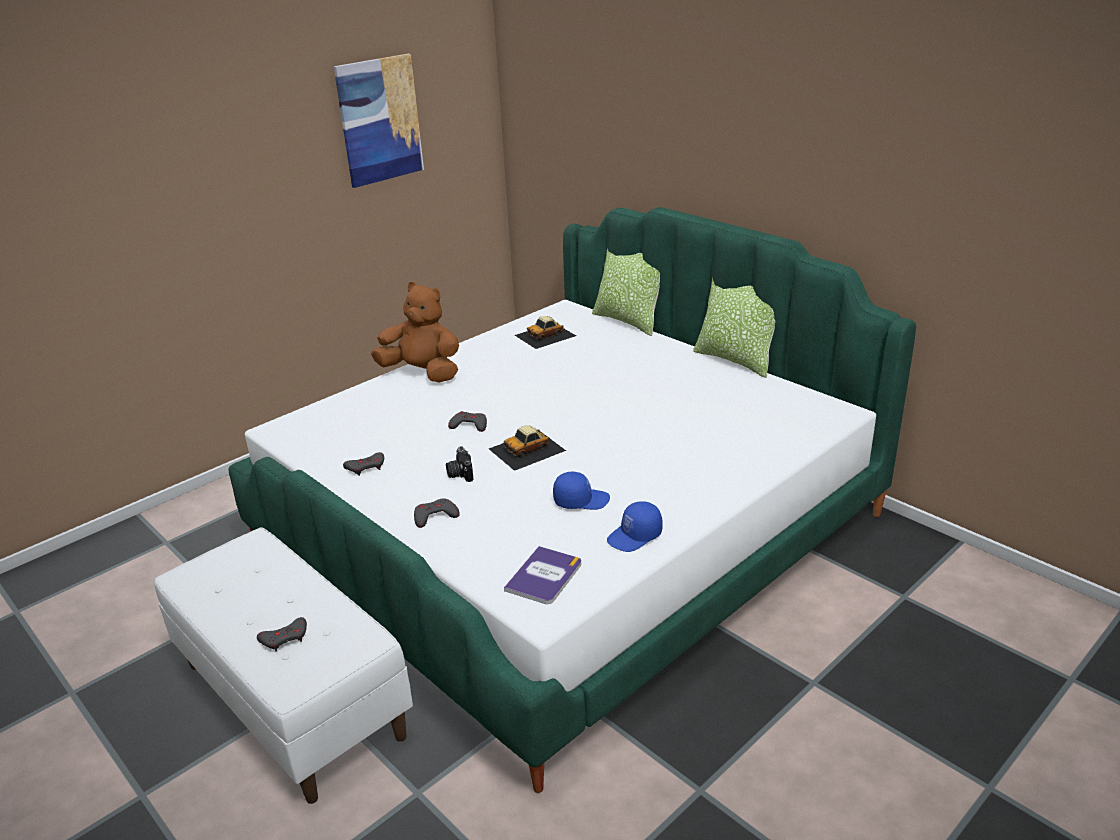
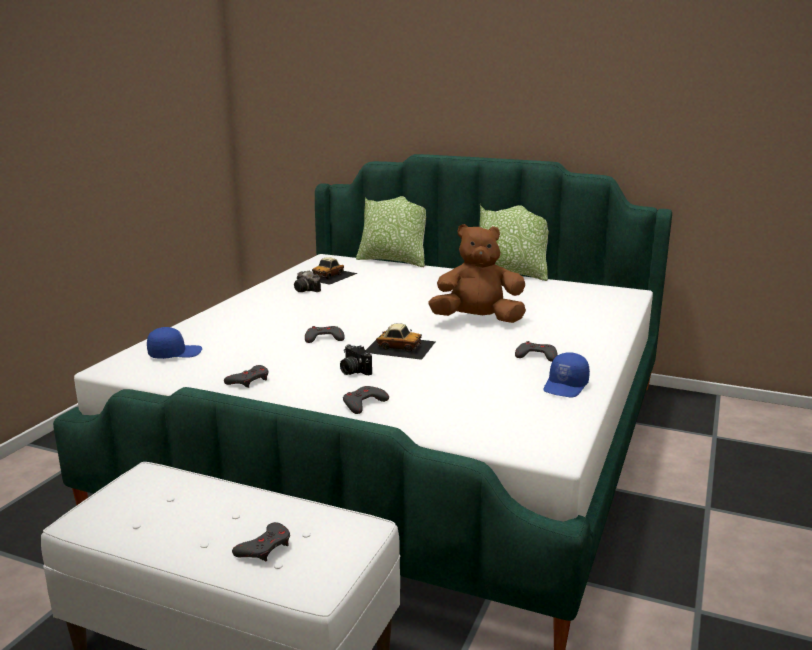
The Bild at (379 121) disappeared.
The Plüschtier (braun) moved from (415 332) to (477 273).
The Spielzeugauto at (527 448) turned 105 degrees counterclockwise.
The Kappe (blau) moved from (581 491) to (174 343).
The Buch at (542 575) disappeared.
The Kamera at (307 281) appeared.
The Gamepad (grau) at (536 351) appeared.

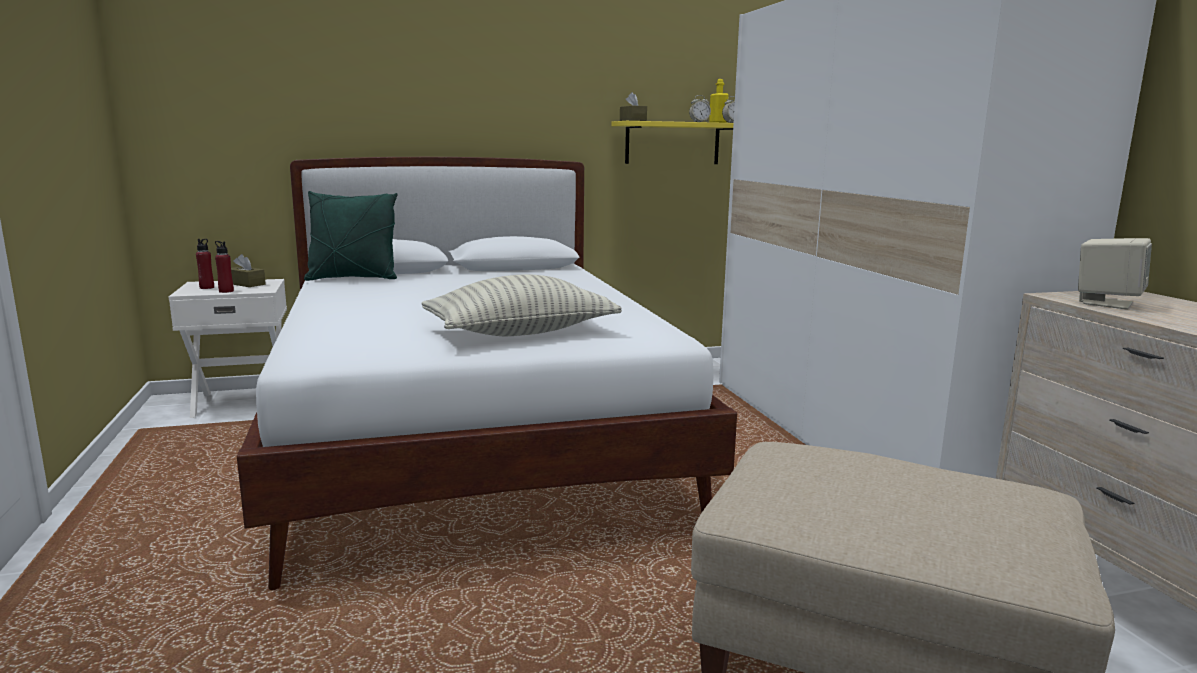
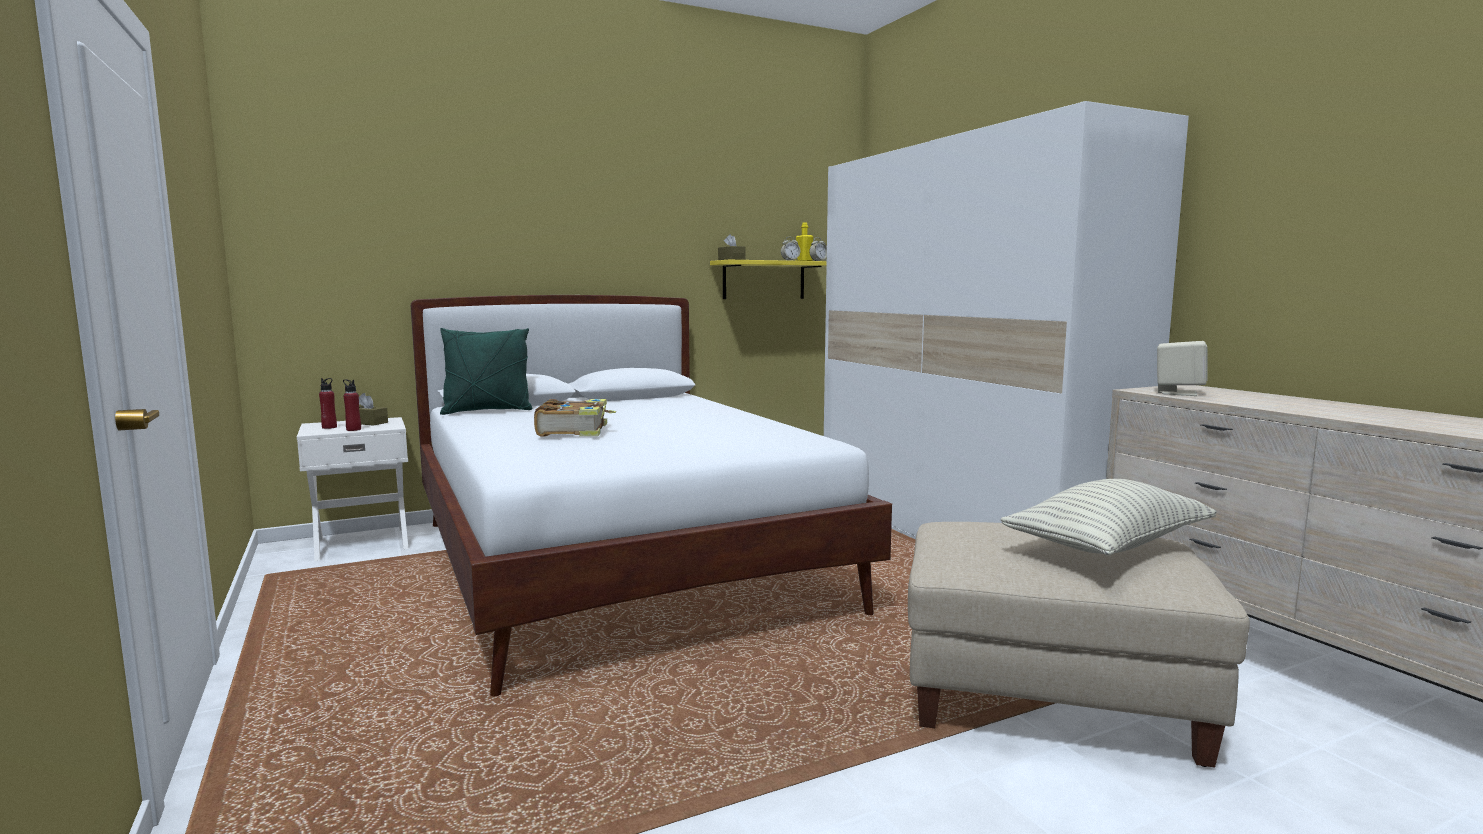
The Kissen moved from (521 305) to (1108 517).
The Buch at (575 418) appeared.

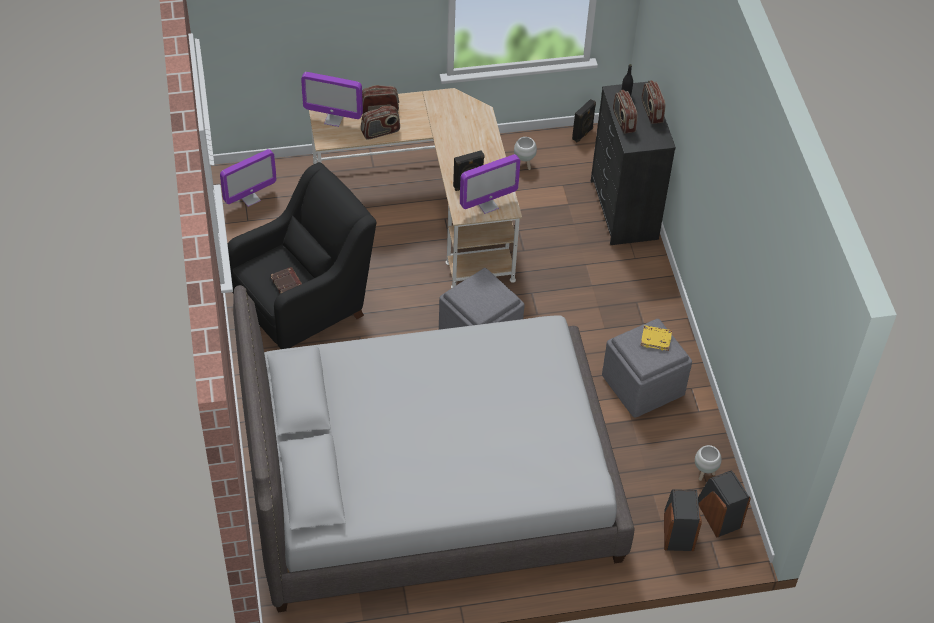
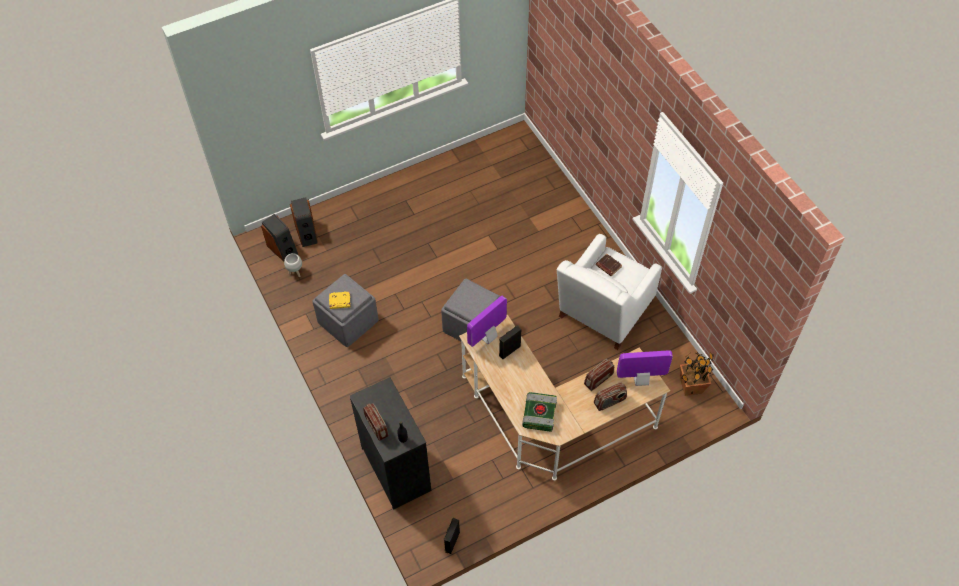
The Radio at (625 112) disappeared.
The Pflanzkübel (weiß) at (525 153) disappeared.
The Monitor at (248 178) was replaced by the Topfpflanze at (697 374).
The Sessel (schwarz) at (302 255) became the Sessel (weiß) at (609 292).
The Bett (grau) at (433 448) disappeared.
The Buch at (539 412) appeared.

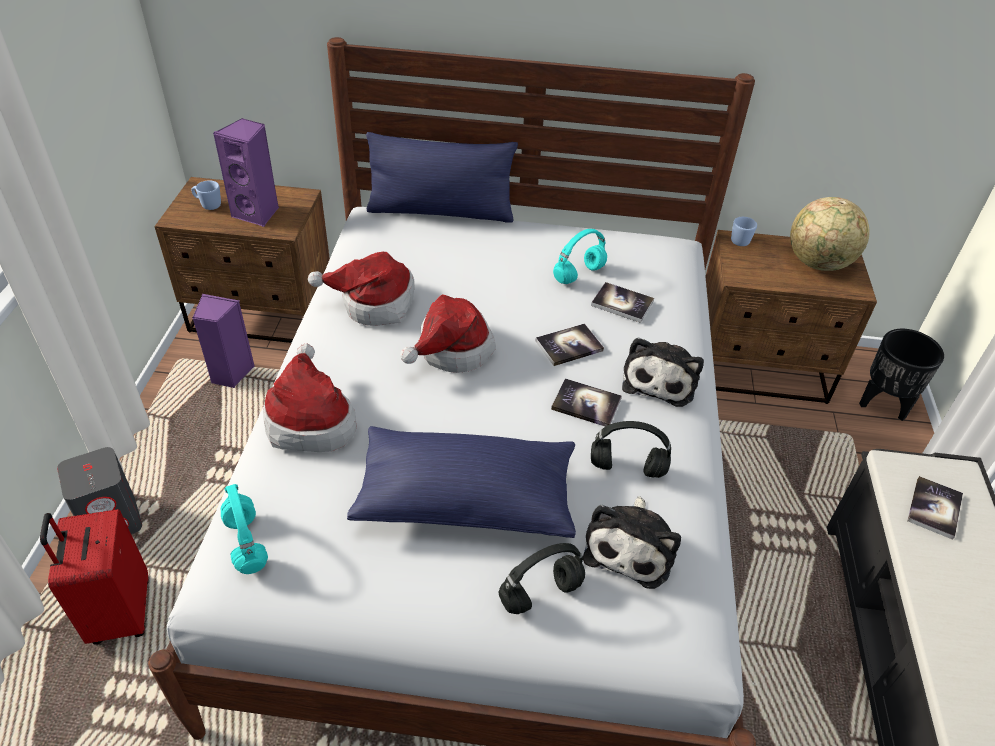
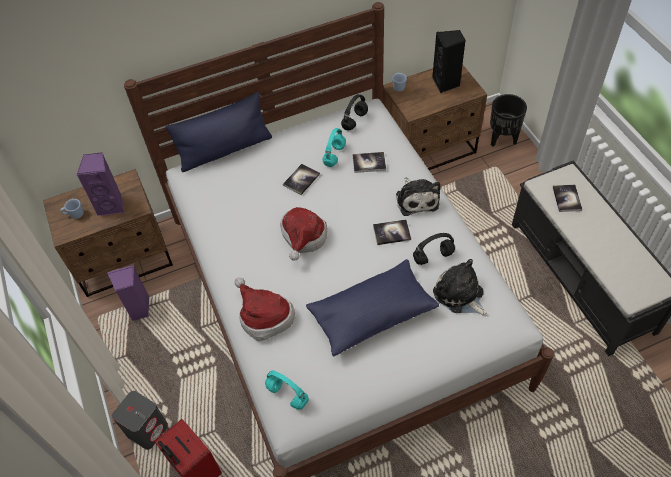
The Globus at (830 234) was replaced by the Lautsprecher (schwarz) at (449 61).
The Hut at (361 289) disappeared.
The Buch moved from (570 344) to (301 179).
The Plüschtier at (632 542) turned 150 degrees clockwise.
The Kopfhörer (schwarz) moved from (541 578) to (354 112).

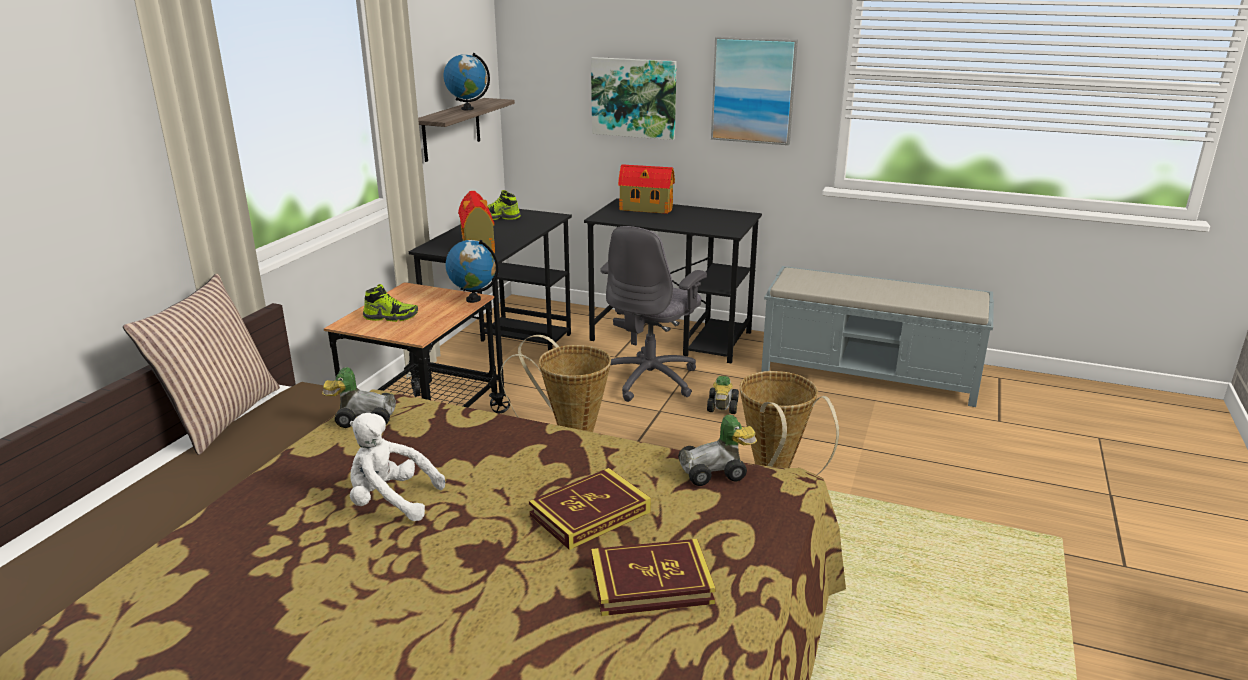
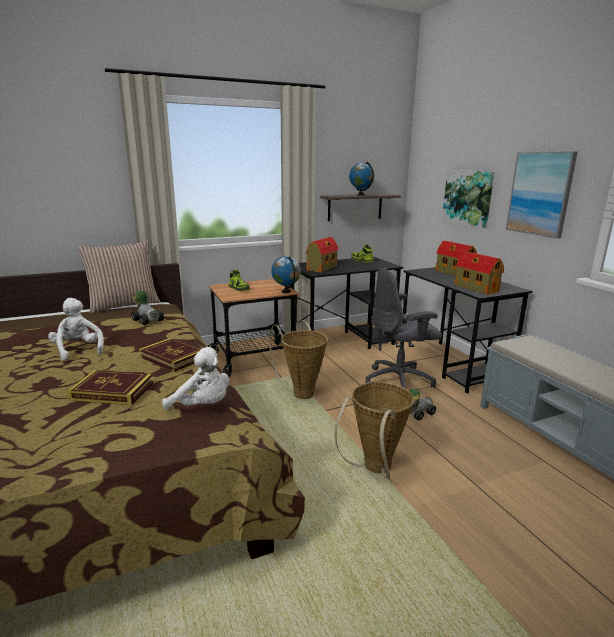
The Spielzeugauto at (717 450) was replaced by the Plüschtier (weiß) at (195 378).
The Buch moved from (653 577) to (170 355).
The Spielzeughaus at (479 272) appeared.

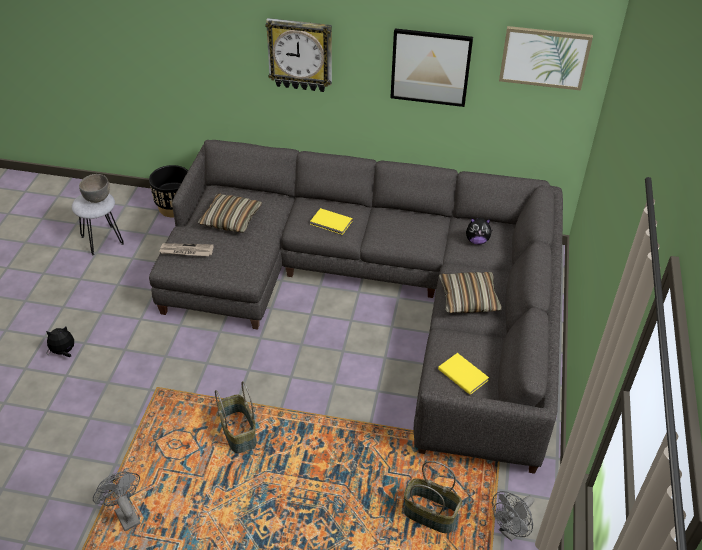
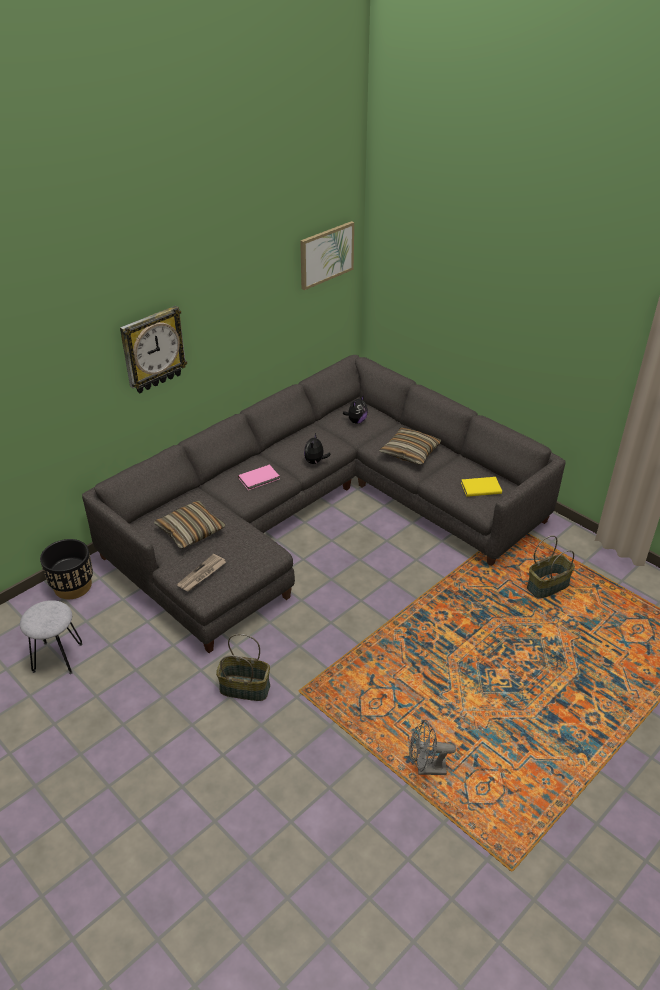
The Bild at (431 67) disappeared.
The Schüssel (grau) at (94 188) disappeared.
The Buch (gelb) at (331 221) became the Buch (rosa) at (258 477).
The Plüschtier moved from (60 342) to (317 449).
The Korb moved from (235 417) to (243 667).
The Ventilator (grau) at (513 516) disappeared.

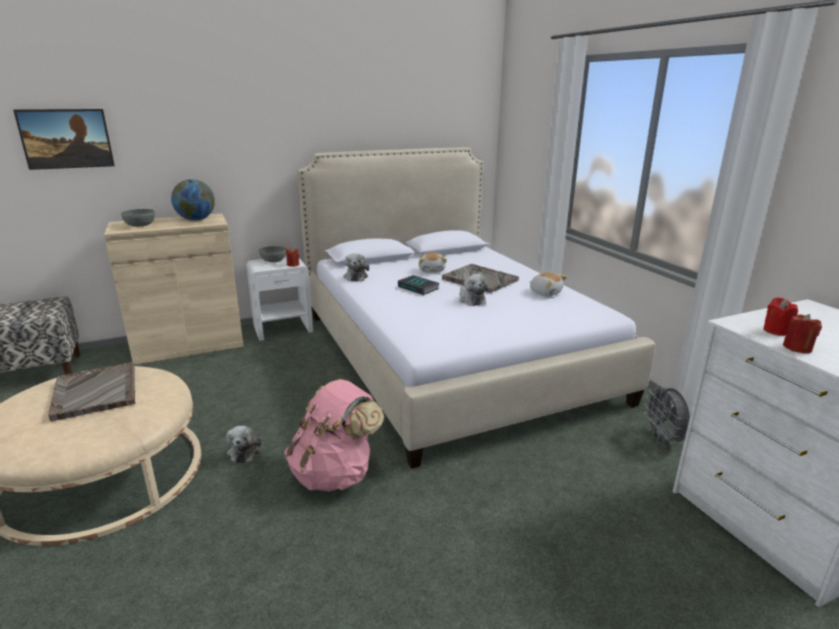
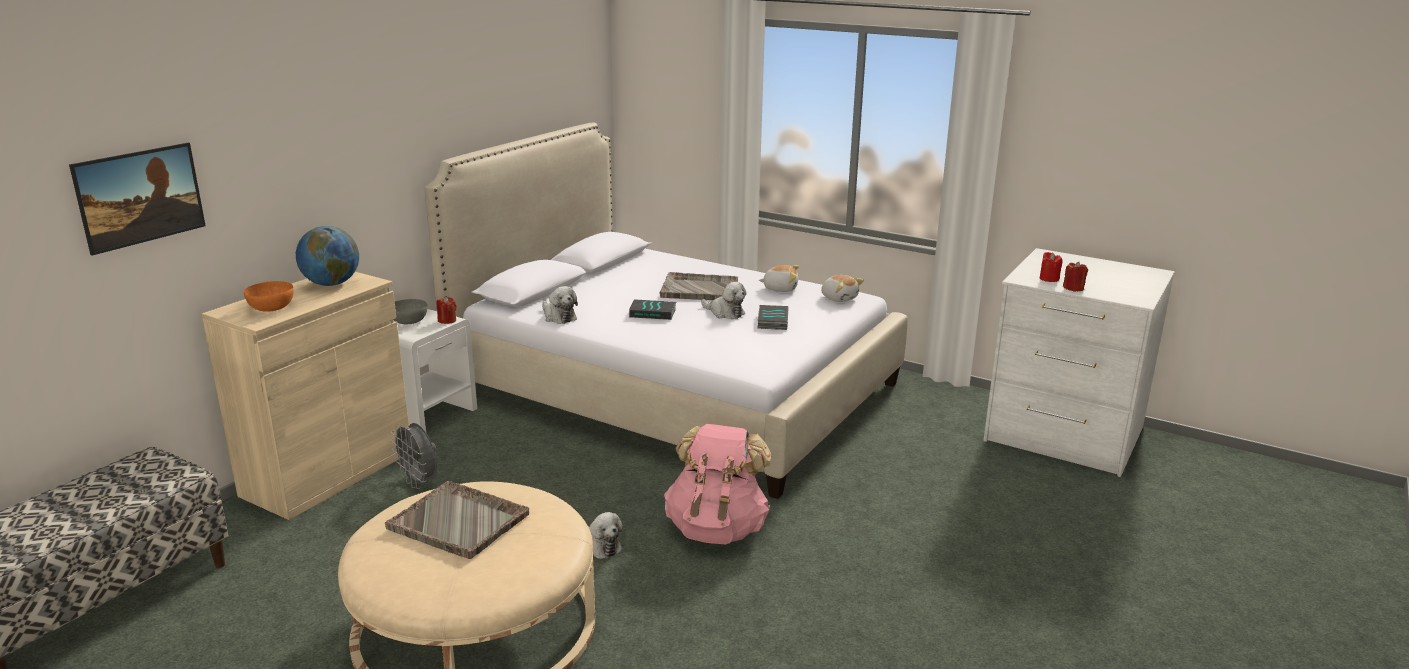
The Schüssel (grau) at (138 218) became the Schüssel (orange) at (269 296).
The Plüschtier moved from (432 263) to (842 288).
The Ventilator (grau) moved from (667 415) to (413 456).
The Buch at (773 317) appeared.

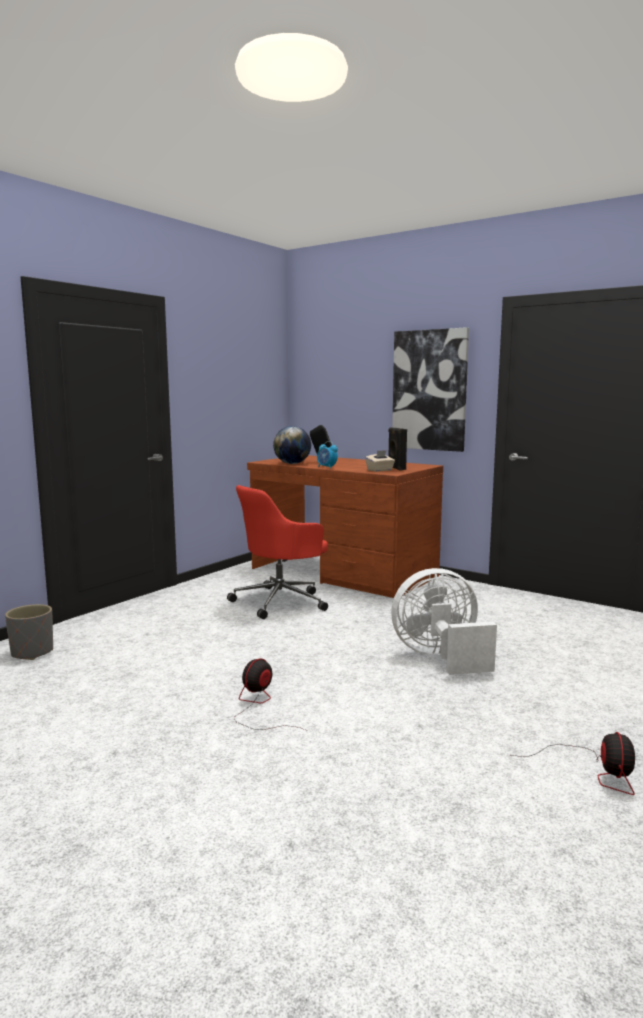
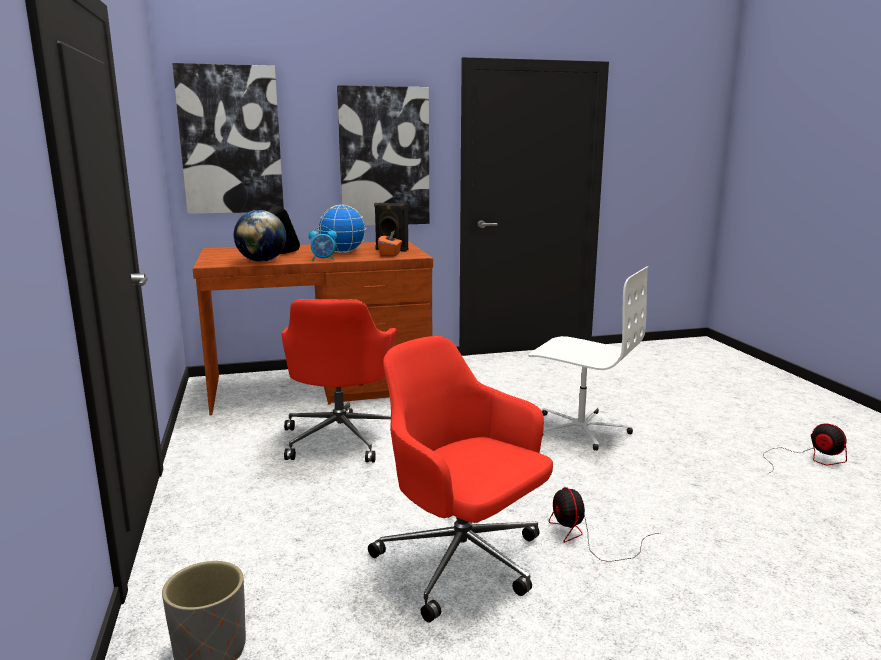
The Taschentuchbox (beige) at (380 461) became the Taschentuchbox (orange) at (390 243).
The Ventilator (weiß) at (444 621) was replaced by the Bürostuhl (weiß) at (588 358).
The Bild at (228 138) appeared.
The Globus at (342 229) appeared.
The Bürostuhl (rot) at (460 479) appeared.

